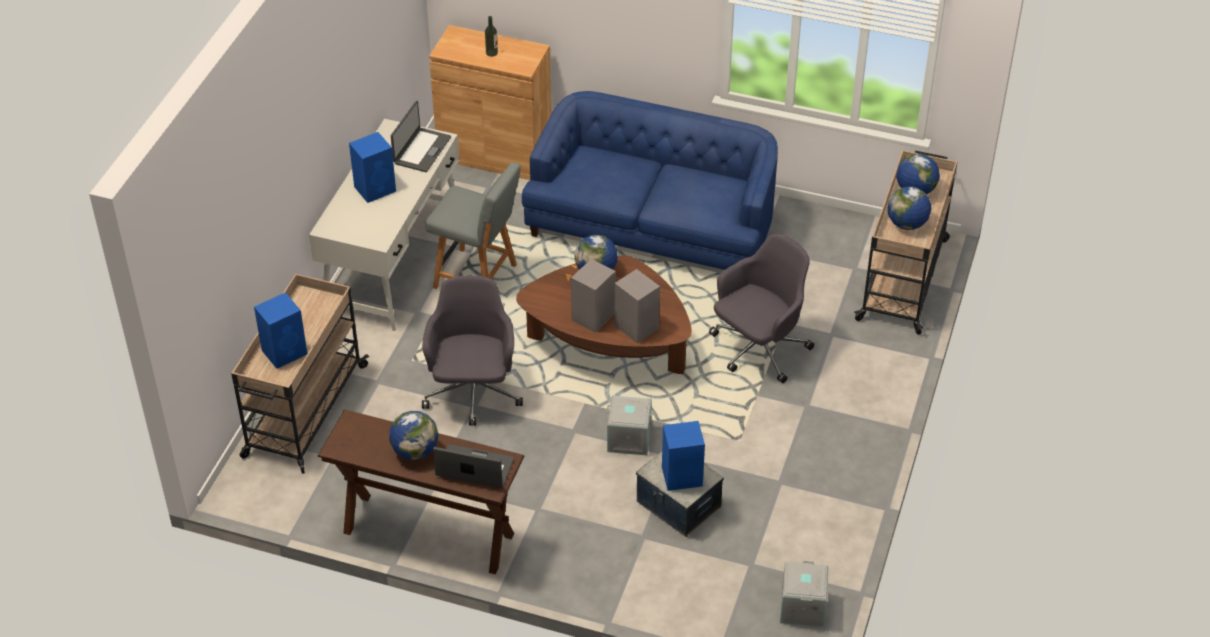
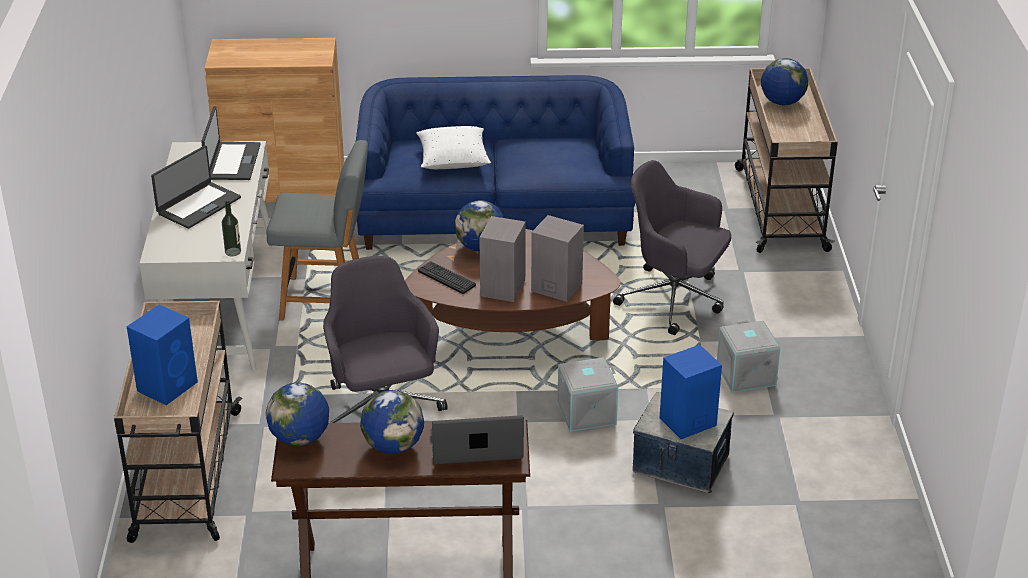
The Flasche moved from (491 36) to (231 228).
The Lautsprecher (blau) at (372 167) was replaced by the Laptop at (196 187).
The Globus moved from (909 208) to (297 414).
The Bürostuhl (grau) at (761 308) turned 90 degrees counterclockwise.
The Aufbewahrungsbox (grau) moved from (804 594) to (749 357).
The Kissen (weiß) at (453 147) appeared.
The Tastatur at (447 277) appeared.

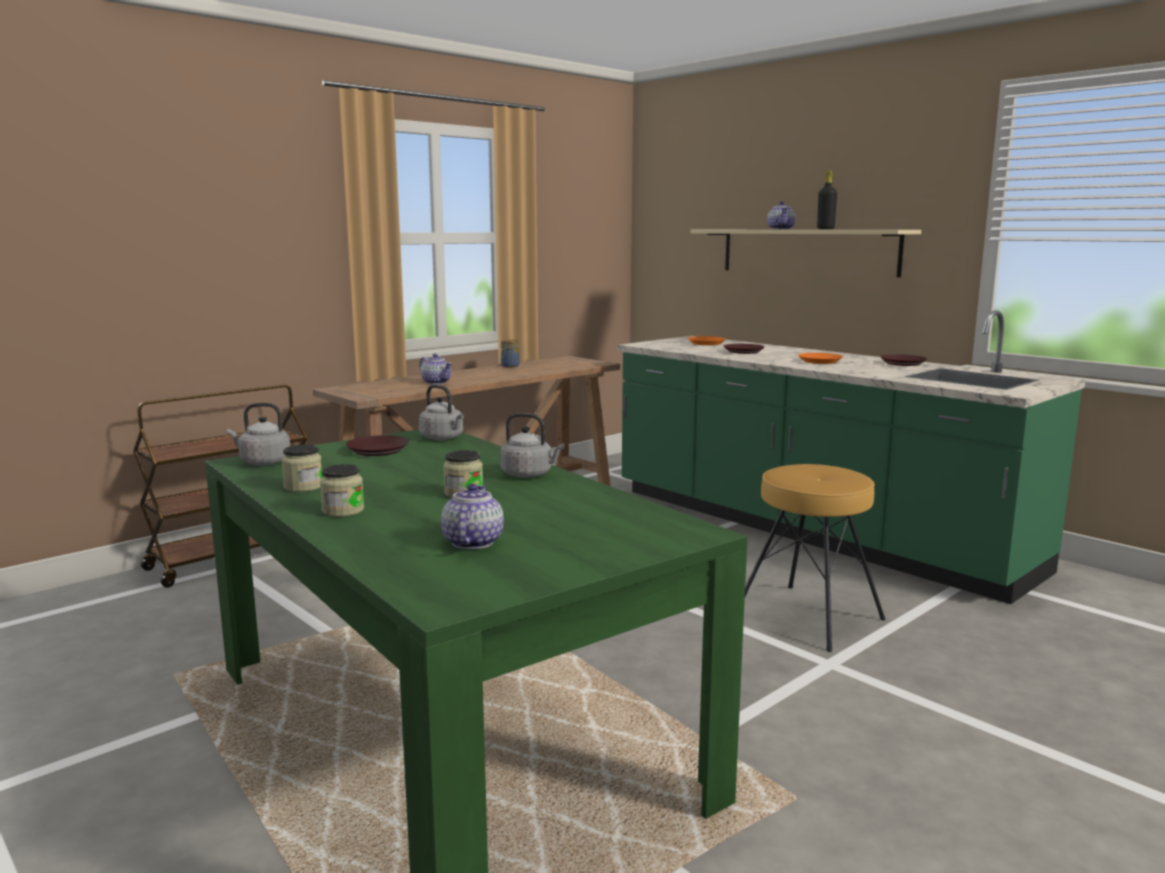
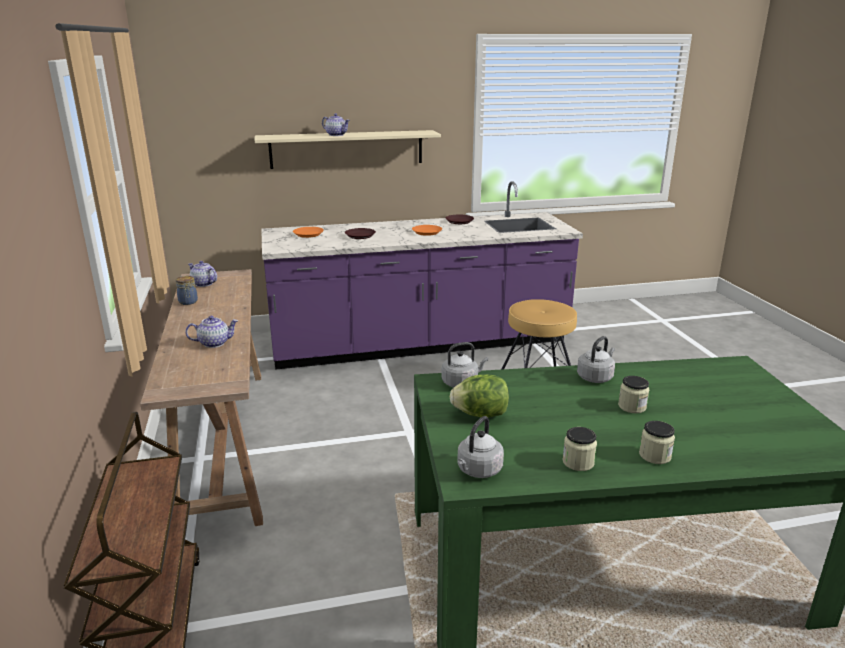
The Flasche (schwarz) at (827 200) disappeared.
The Küchenzeile (grün) at (851 457) became the Küchenzeile (lila) at (422 275).
The Teller (braun) at (377 445) was replaced by the Salatkopf at (479 396).
The Teekanne moved from (472 516) to (202 274).

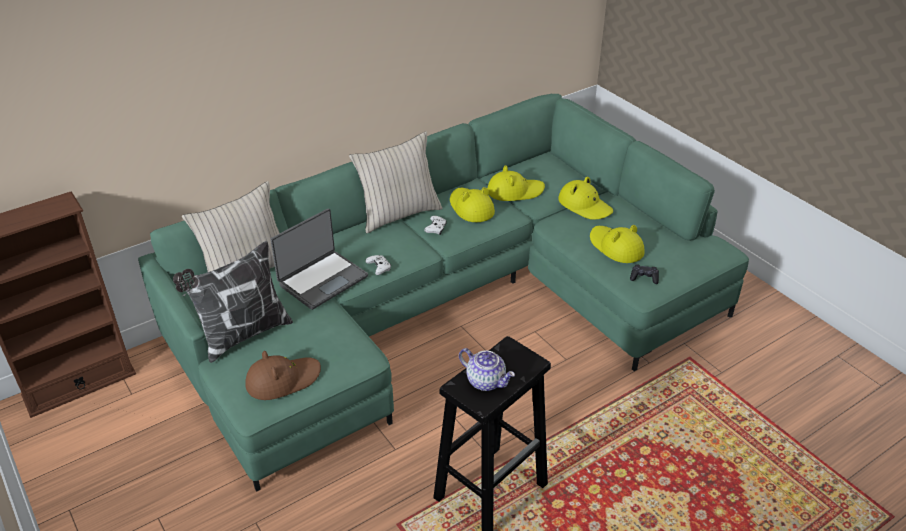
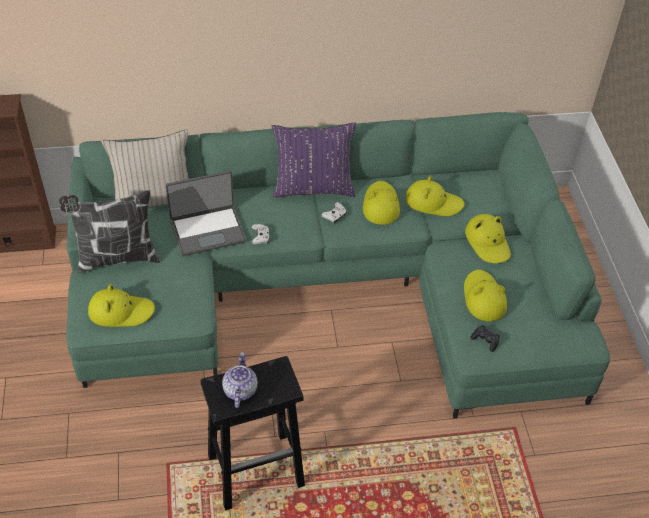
The Kissen (beige) at (395 182) became the Kissen (lila) at (314 160).
The Teekanne at (487 369) turned 150 degrees counterclockwise.
The Hut (braun) at (283 375) became the Hut (gelb) at (121 305).

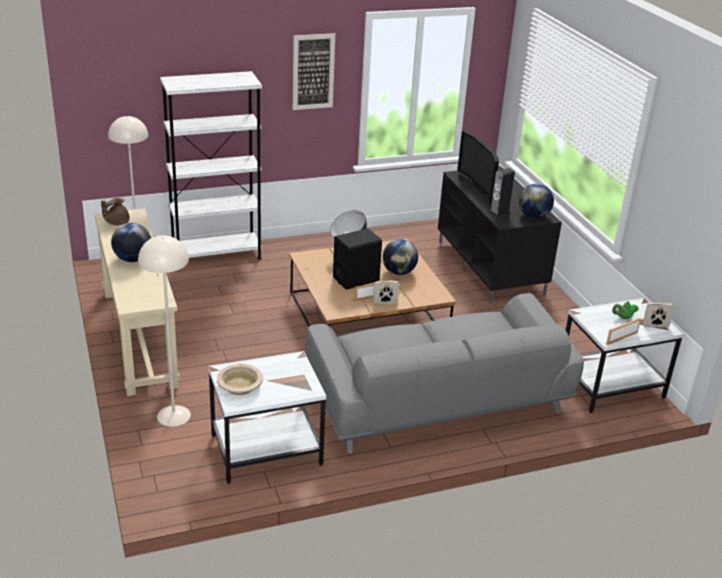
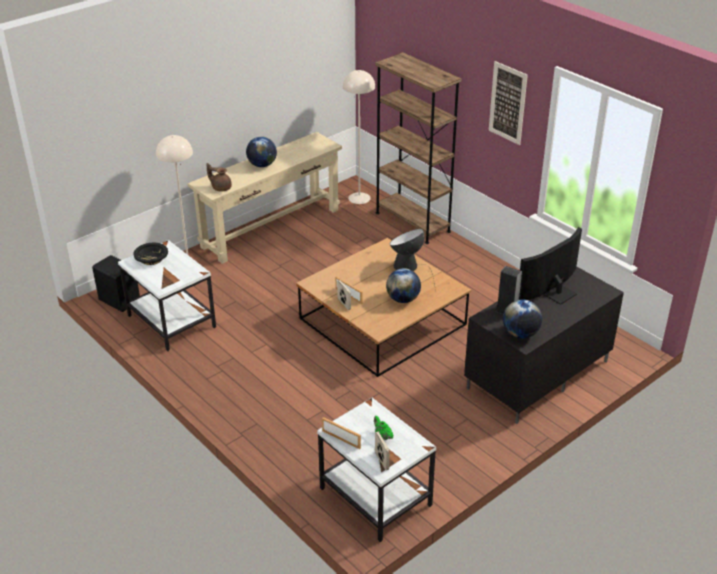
The Bücherregal (weiß) at (211 170) became the Bücherregal (braun) at (418 148).
The Teekanne (braun) moved from (115 212) to (219 177).
The Lautsprecher (schwarz) moved from (357 259) to (116 283).
The Sofa (grau) at (444 373) disappeared.
The Schüssel (beige) at (240 379) became the Schüssel (schwarz) at (151 254).

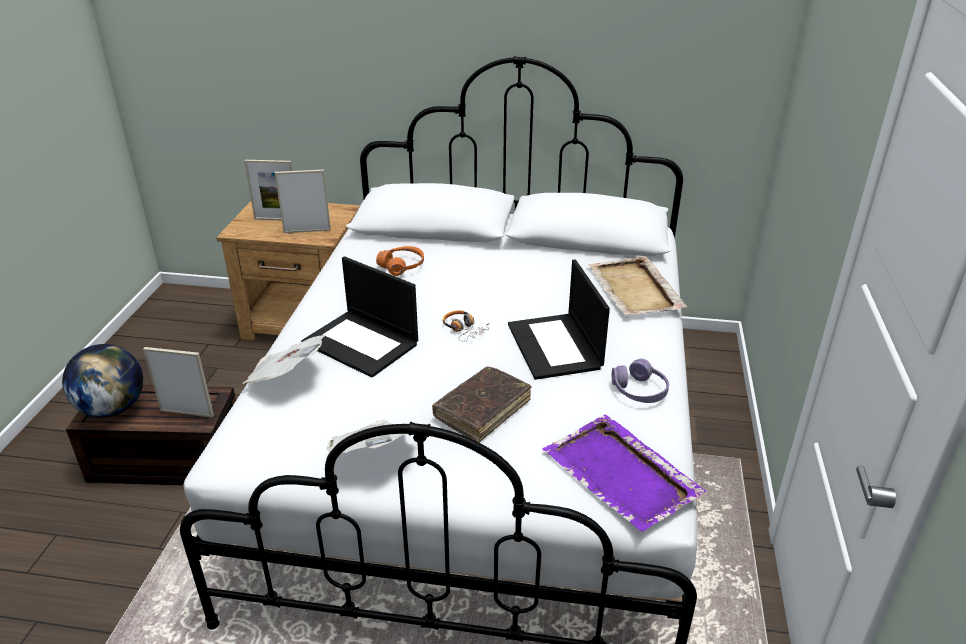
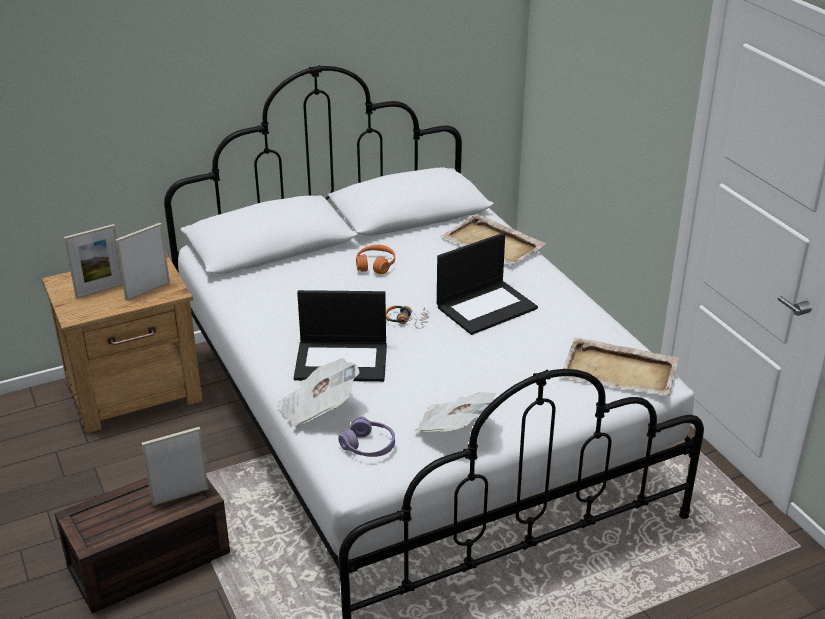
The Kopfhörer (orange) moved from (400 261) to (375 259).
The Laptop at (559 319) turned 75 degrees counterclockwise.
The Globus at (102 380) disappeared.
The Kopfhörer (lila) moved from (640 381) to (366 436).
The Buch (braun) at (481 404) disappeared.
The Tablett (lila) at (624 473) became the Tablett (beige) at (619 367).

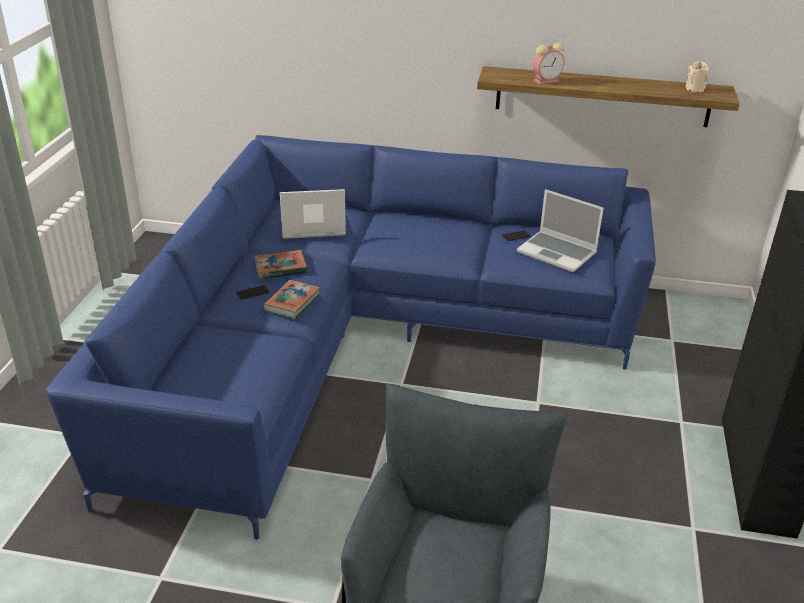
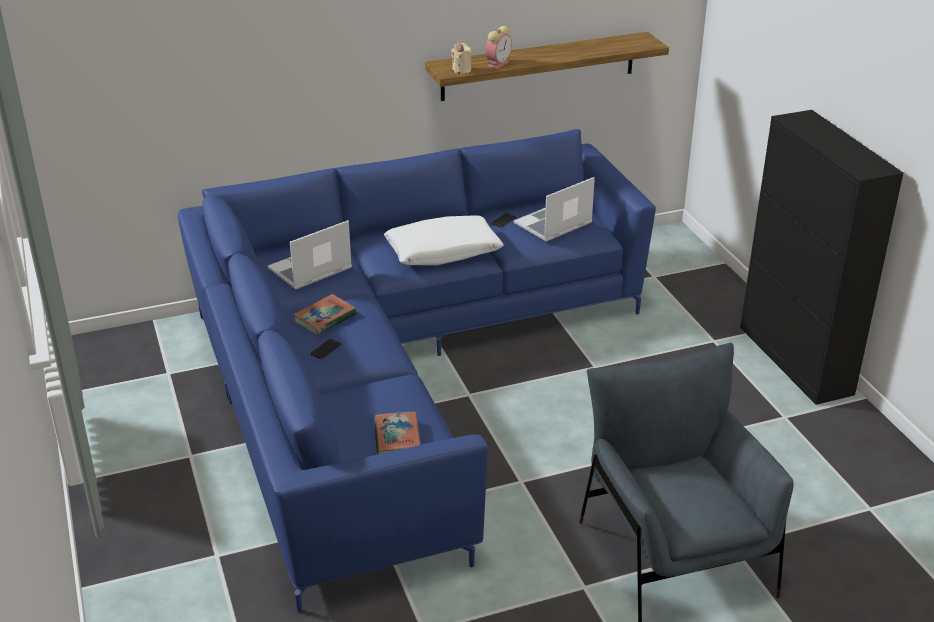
The Kerze (beige) moved from (697 76) to (461 58).
The Laptop at (560 230) turned 135 degrees clockwise.
The Buch moved from (291 299) to (397 433).
The Kissen (weiß) at (444 240) appeared.

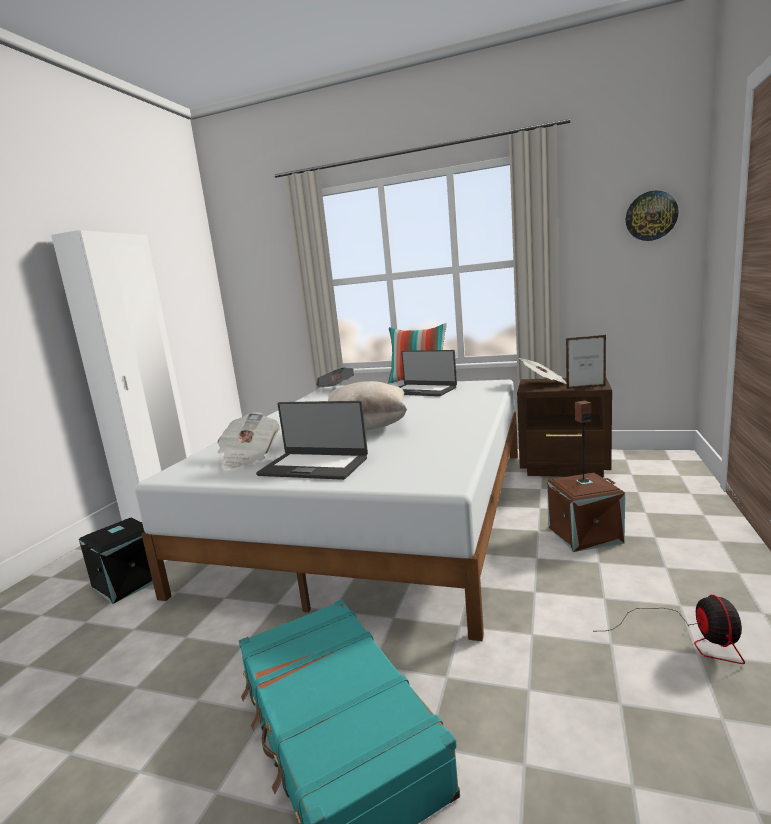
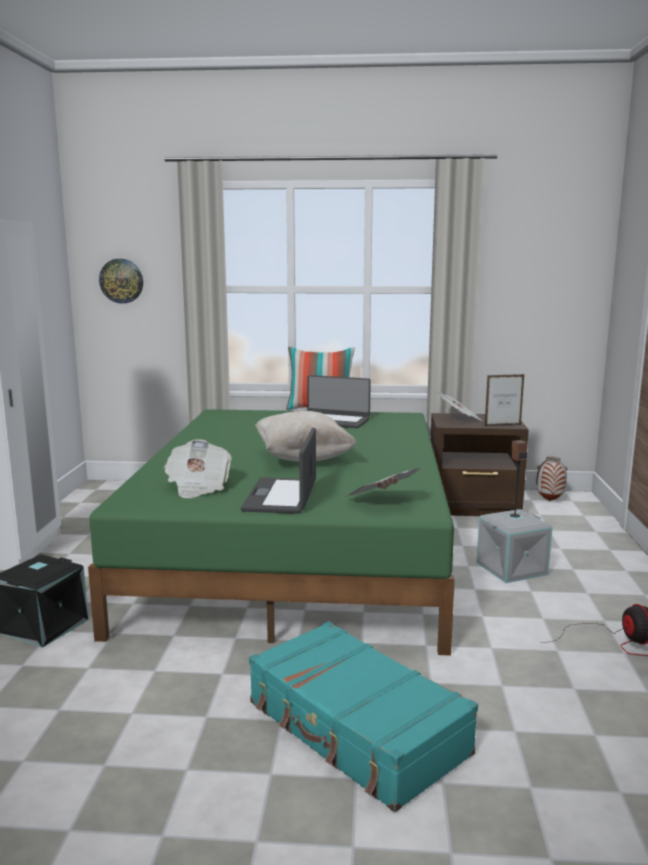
The Wanduhr moved from (652 215) to (121 281).
The Zeitung moved from (335 377) to (382 482).
The Bett (weiß) at (326 510) became the Bett (grün) at (271 532).
The Laptop at (312 440) turned 90 degrees clockwise.
The Aufbewahrungsbox (braun) at (586 512) became the Aufbewahrungsbox (grau) at (514 546).
The Vase at (551 478) appeared.

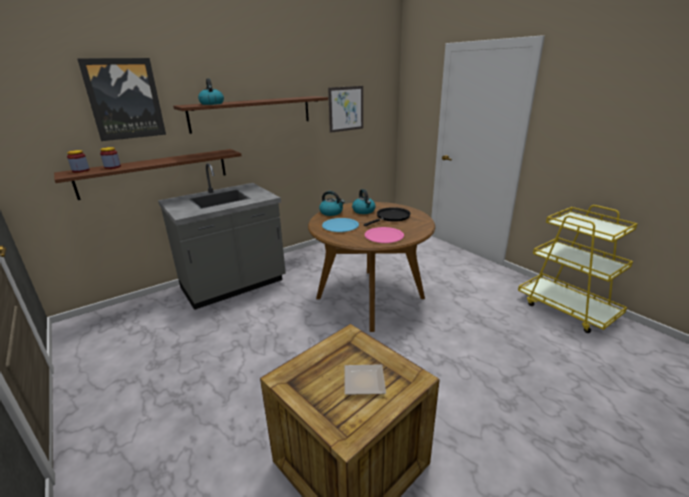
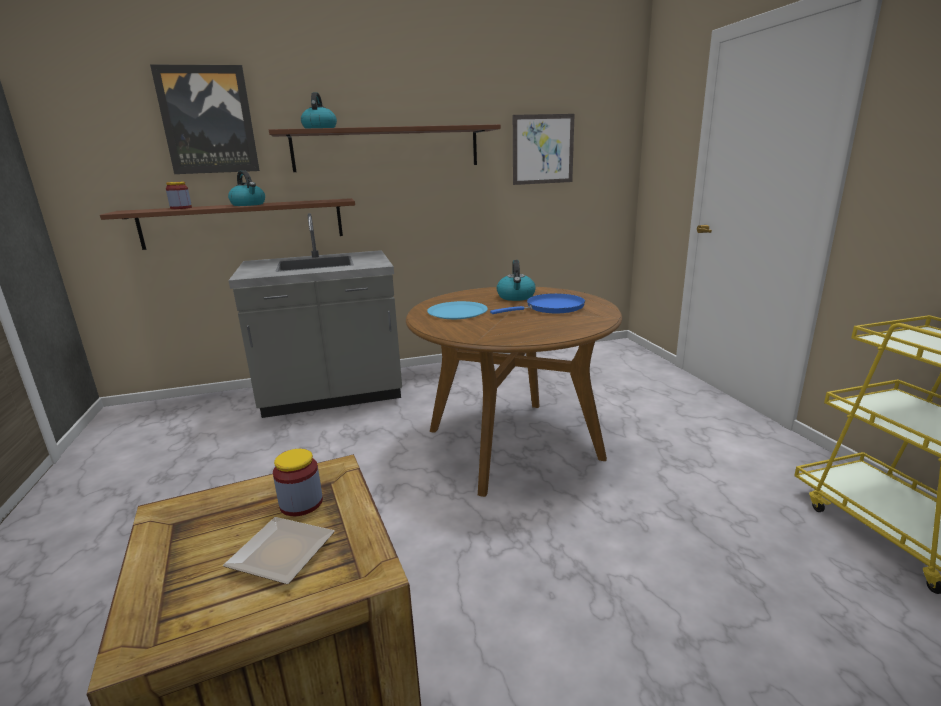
The Vorratsglas moved from (78 161) to (298 482).
The Wasserkessel moved from (332 203) to (246 188).
The Pfanne (schwarz) at (387 216) became the Pfanne (blau) at (537 303).
The Teller (rosa) at (384 235) disappeared.

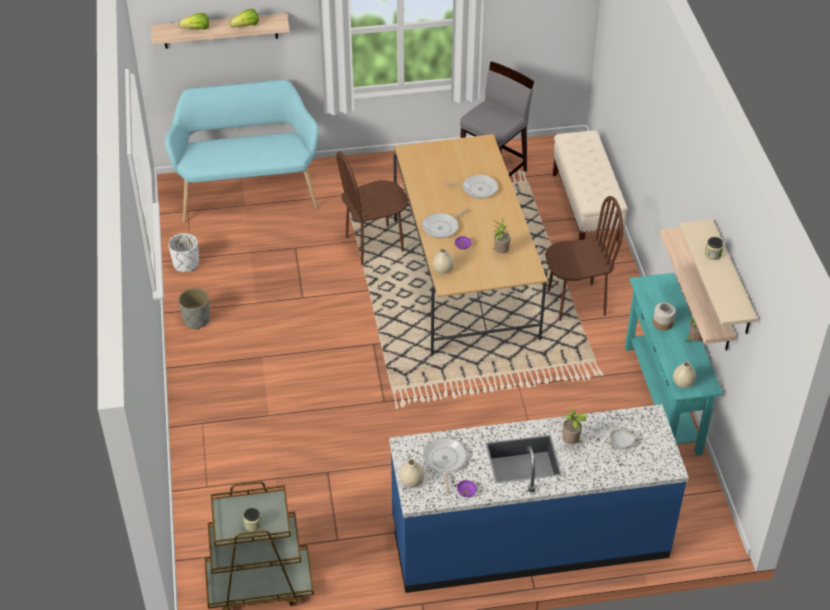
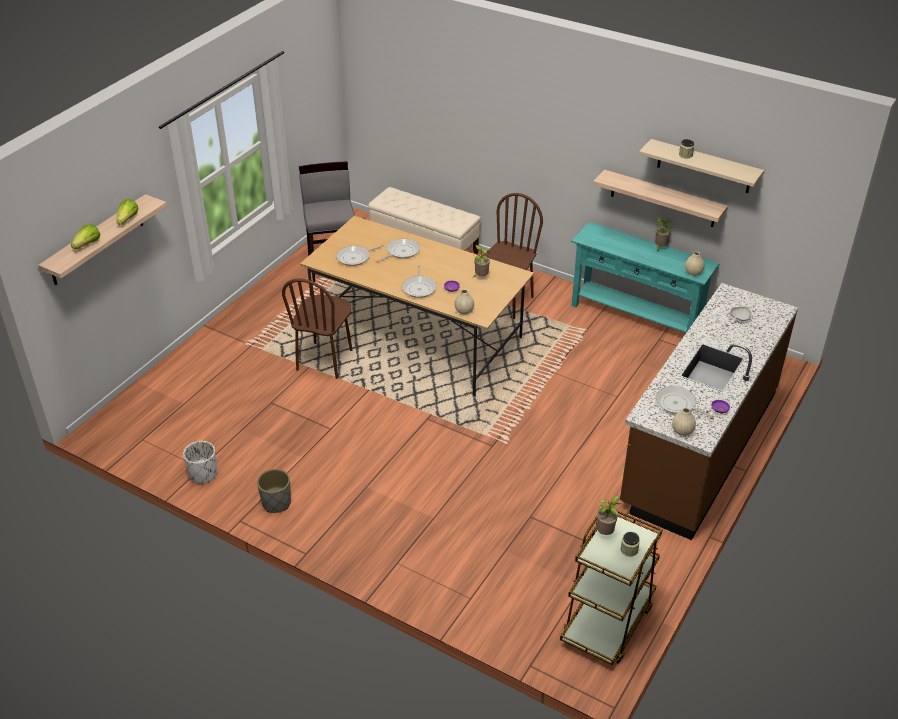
The Bank (türkis) at (241 151) disappeared.
The Vorratsglas at (664 316) disappeared.
The Küchenzeile (blau) at (539 498) became the Küchenzeile (braun) at (709 411).
The Topfpflanze moved from (575 426) to (608 515).
The Pfanne at (360 255) appeared.

